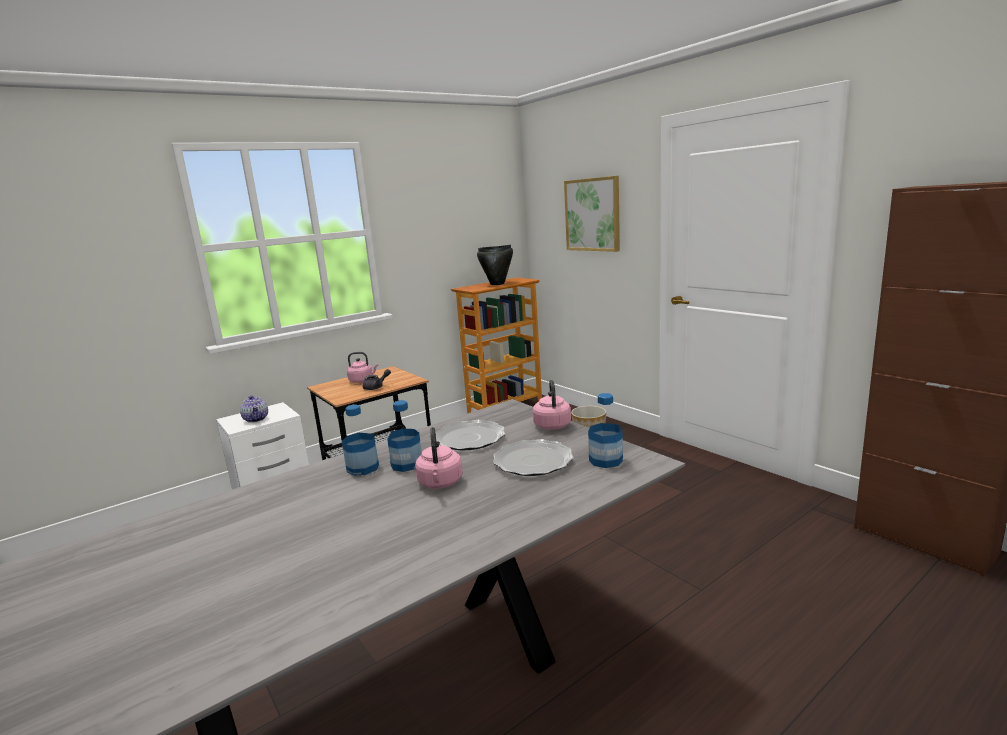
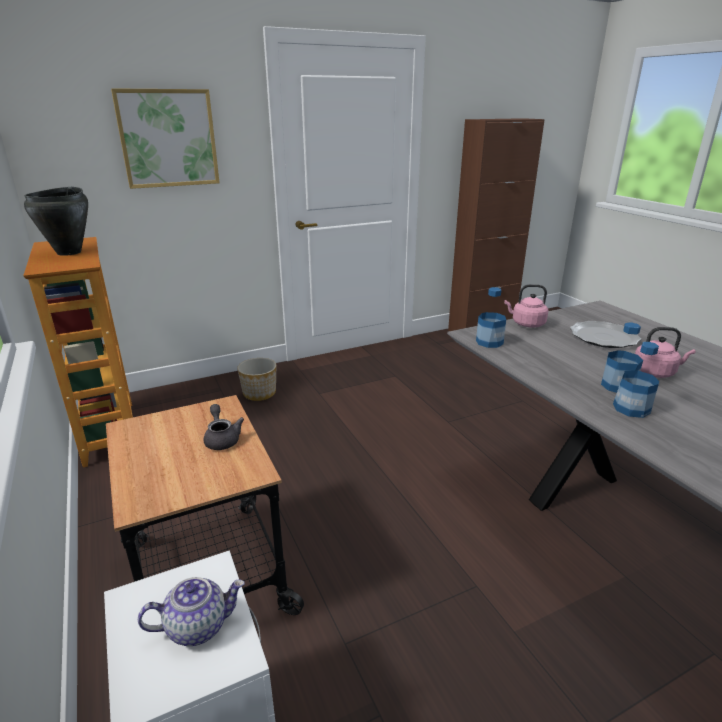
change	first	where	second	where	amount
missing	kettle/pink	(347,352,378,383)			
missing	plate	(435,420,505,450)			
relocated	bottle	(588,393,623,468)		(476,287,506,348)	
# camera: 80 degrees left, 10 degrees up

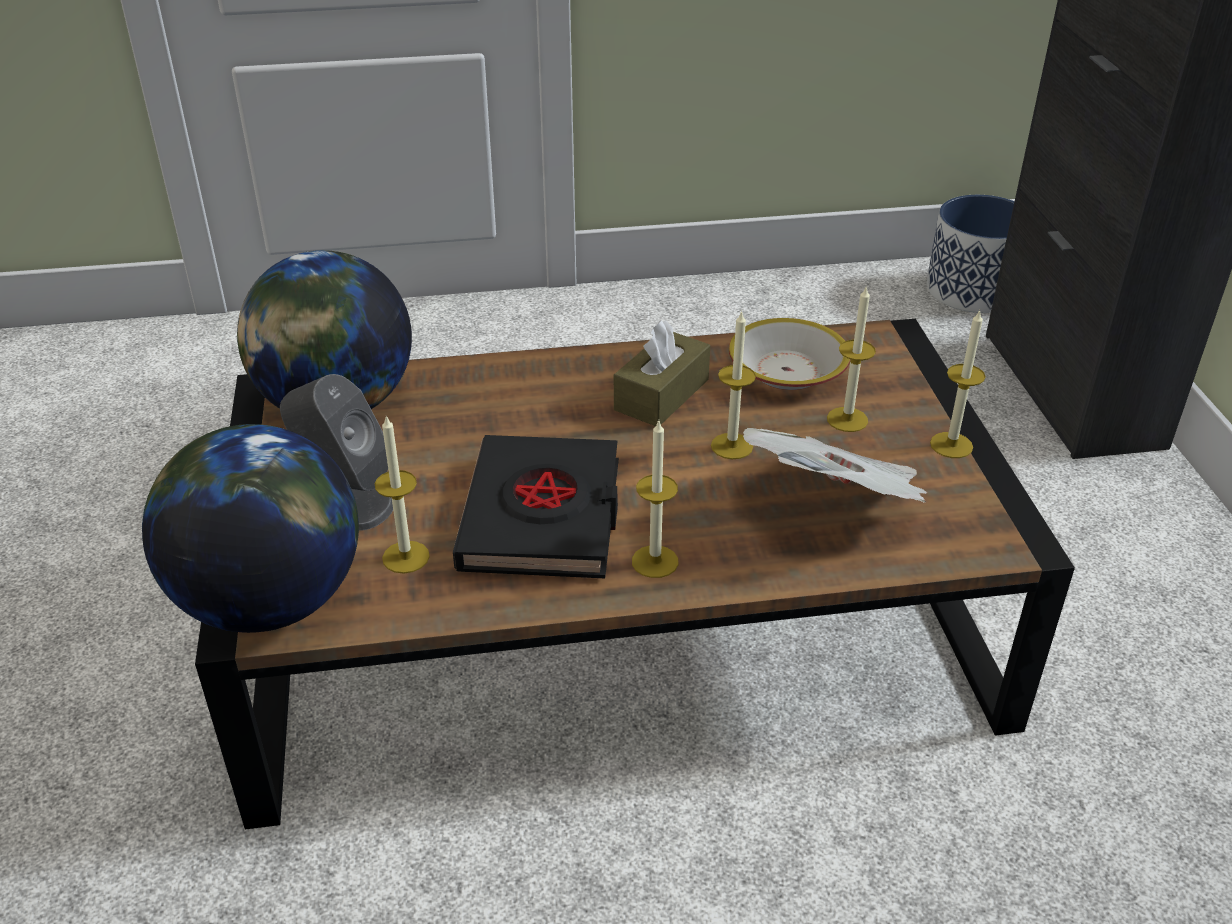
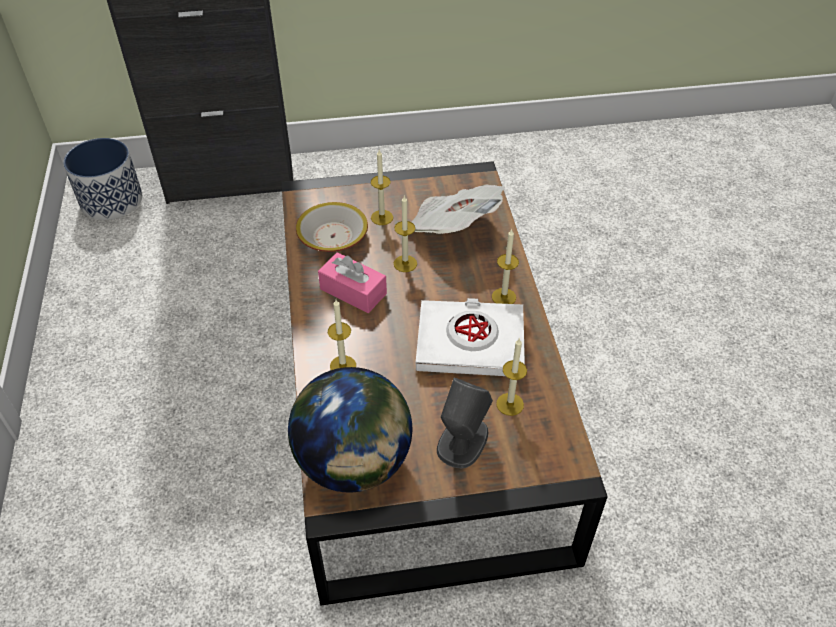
change	first	where	second	where	amount
missing	globe	(142,424,359,633)			
colour	book/black	(453,435,619,578)	book/white	(416,298,525,376)	
colour	tissue box/brown	(614,320,710,426)	tissue box/pink	(318,252,387,313)	
relocated	candle	(930,310,986,458)		(328,300,356,370)	
# camera: 90 degrees left, 10 degrees up

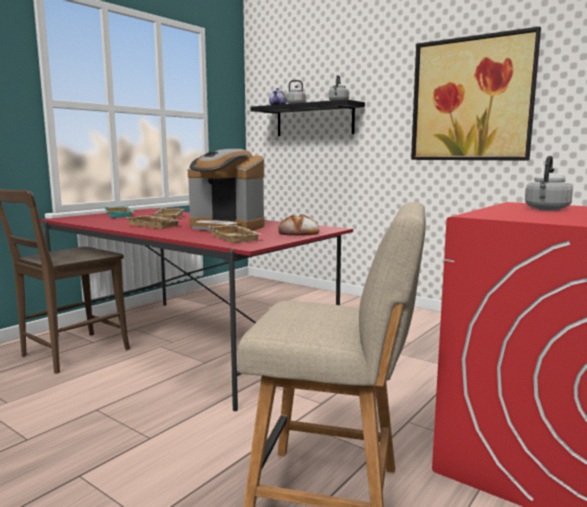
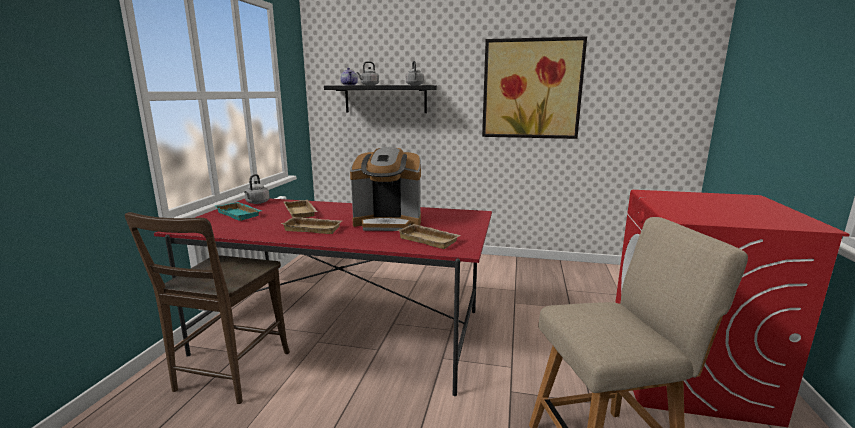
change	first	where	second	where	amount
missing	bread	(278,214,319,236)			
relocated	kettle/grey	(525,156,573,210)		(244,174,270,204)	
# camera: 25 degrees left, 5 degrees up

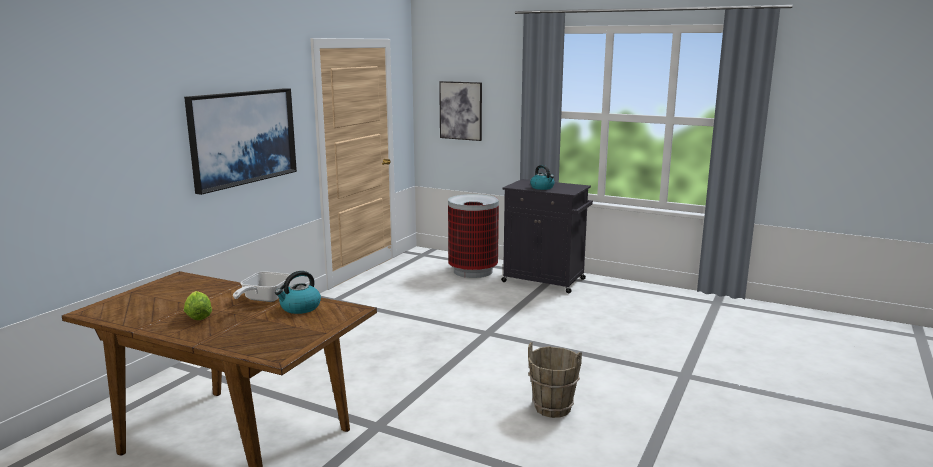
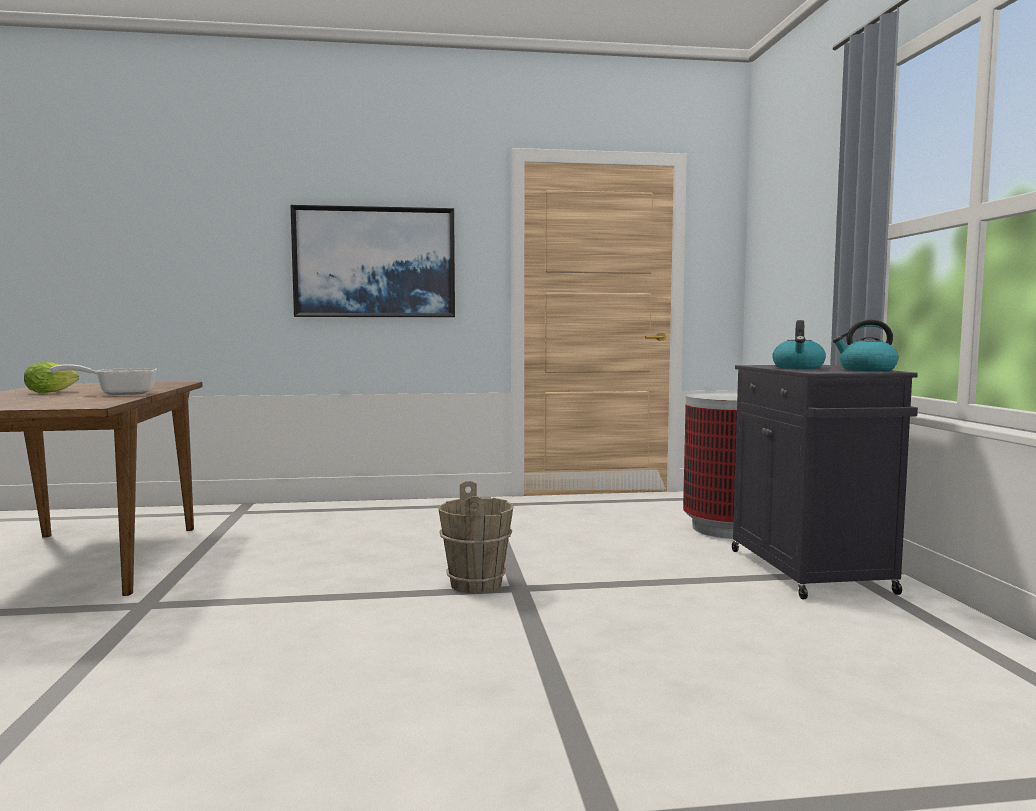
change	first	where	second	where	amount
relocated	kettle	(275,271,321,314)		(833,320,898,371)	
missing	picture	(439,81,482,141)			
relocated	bucket/brown	(528,342,582,418)		(438,481,514,593)	
# camera: 55 degrees right, 10 degrees down

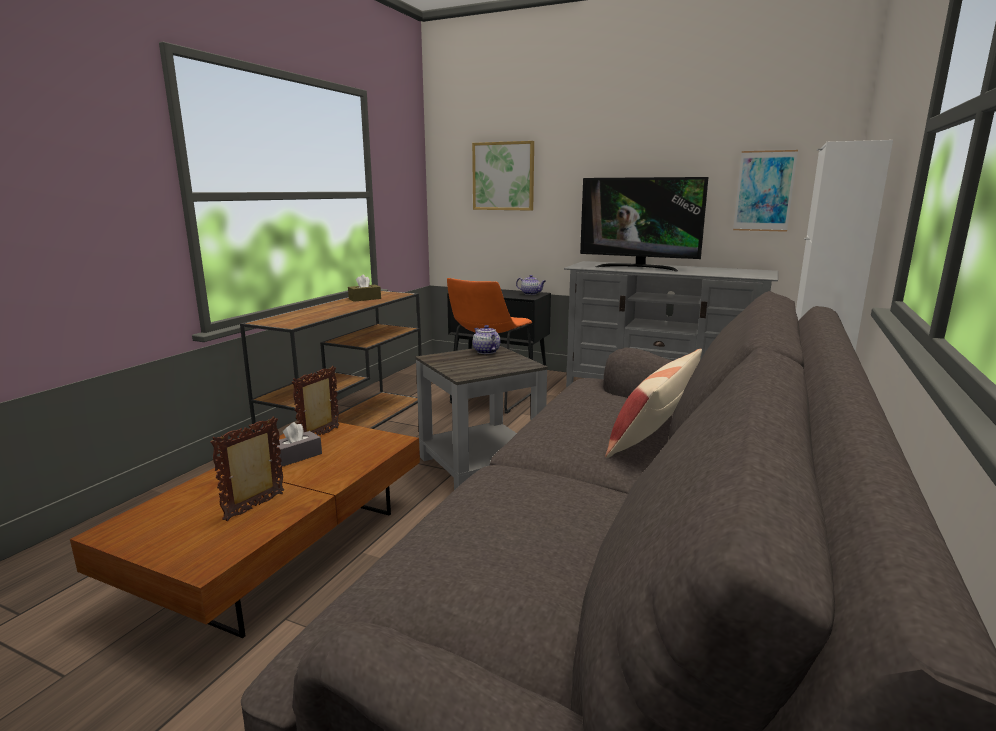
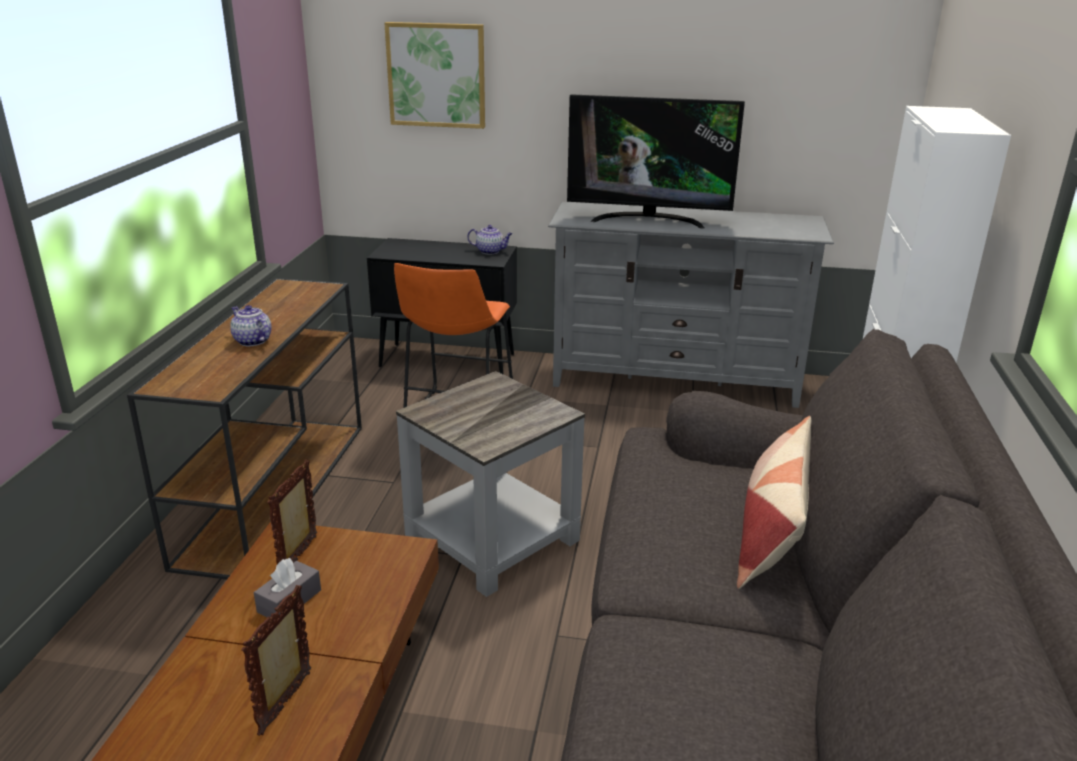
change	first	where	second	where	amount
missing	tissue box/brown	(348,274,381,302)			
relocated	teapot	(473,325,501,354)		(230,305,271,346)	
missing	picture	(733,150,798,232)			
# camera: 15 degrees left, 10 degrees up

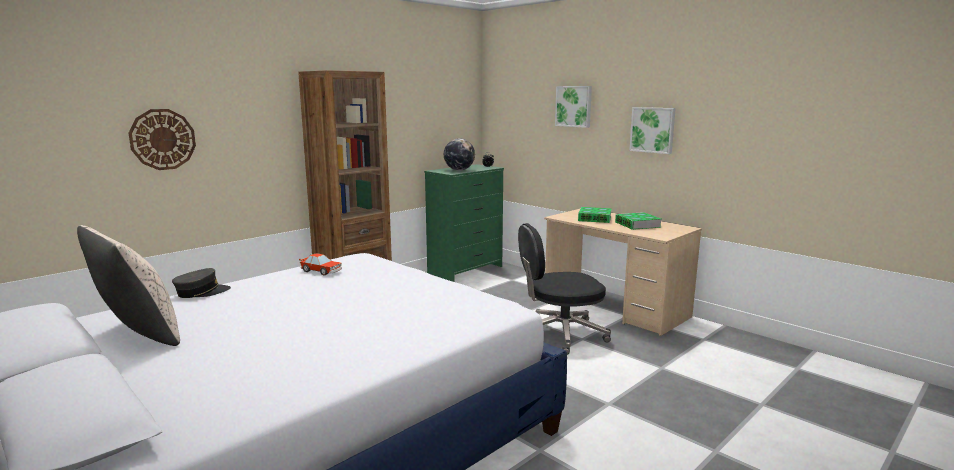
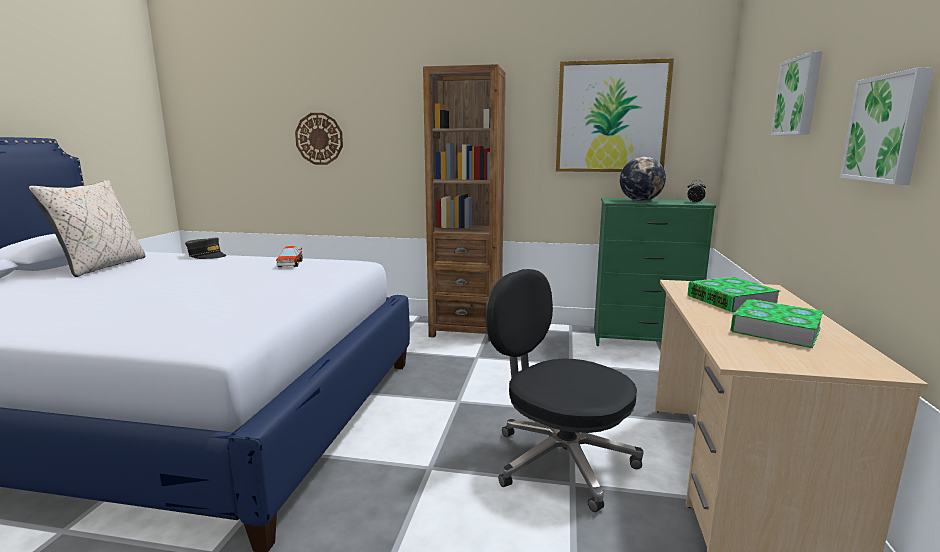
change	first	where	second	where	amount
appeared			picture	(556,58,674,172)	
# camera: 55 degrees right, 0 degrees up

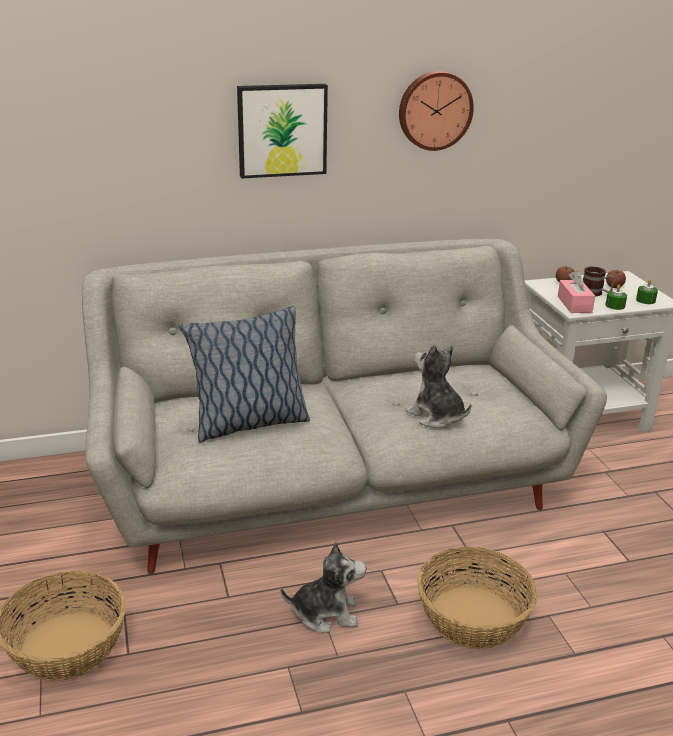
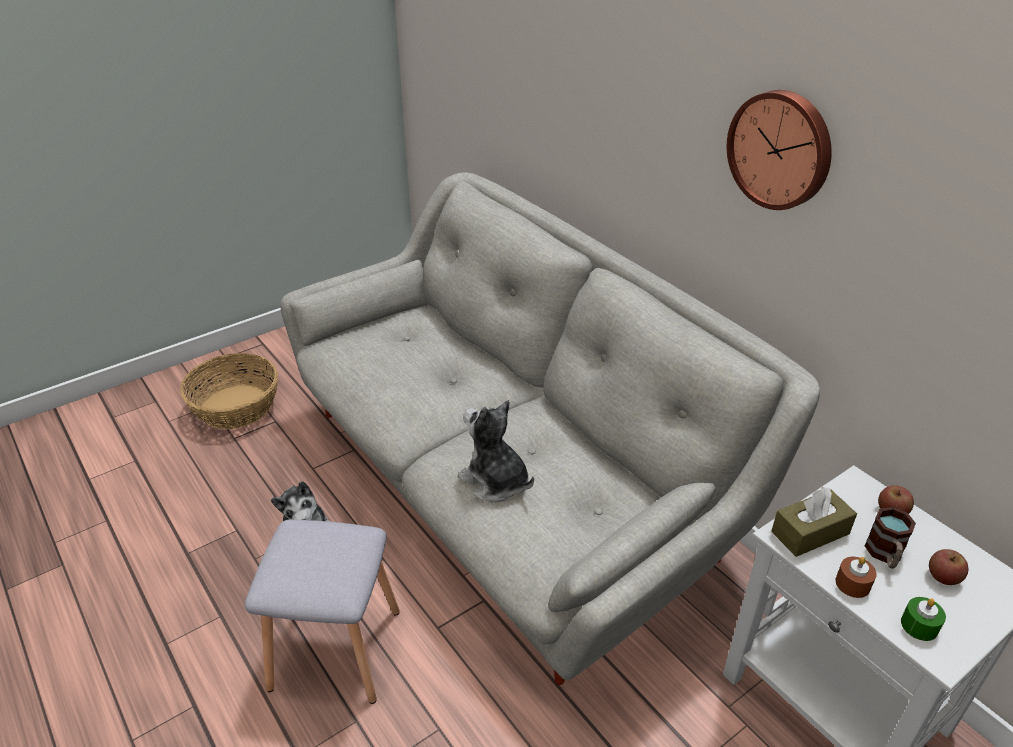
change	first	where	second	where	amount
missing	pillow	(179,306,310,443)			
missing	picture	(237,84,328,178)			
spun	plush toy	(405,344,471,428)		(458,400,534,502)	75 degrees counterclockwise
exchanged	basket	(417,546,538,649)	stool/grey	(244,520,400,704)	
colour	tissue box/pink	(558,271,595,313)	tissue box/brown	(771,487,857,557)	
colour	candle/green	(605,285,627,310)	candle/brown	(835,557,877,598)	
# camera: 70 degrees right, 10 degrees up

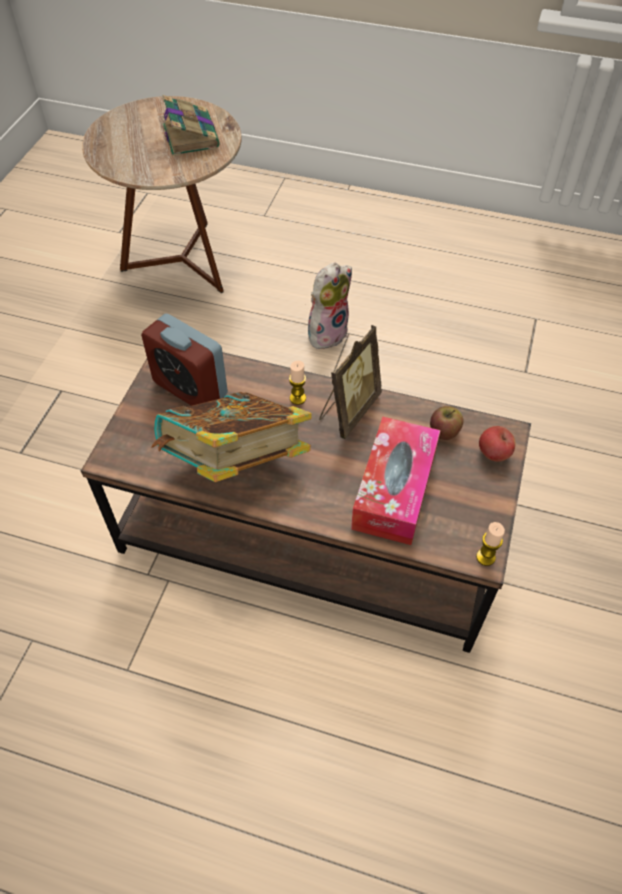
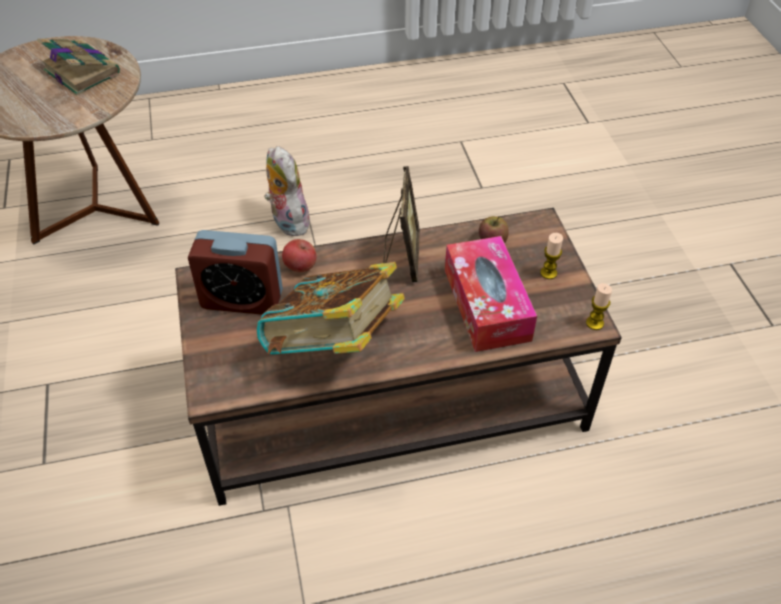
change	first	where	second	where	amount
relocated	candle	(289,361,306,405)		(540,233,563,279)	
spun	plush toy	(308,262,352,349)		(264,146,311,236)	45 degrees counterclockwise
relocated	apple	(479,426,516,462)		(282,239,317,272)	
# camera: 30 degrees left, 5 degrees down

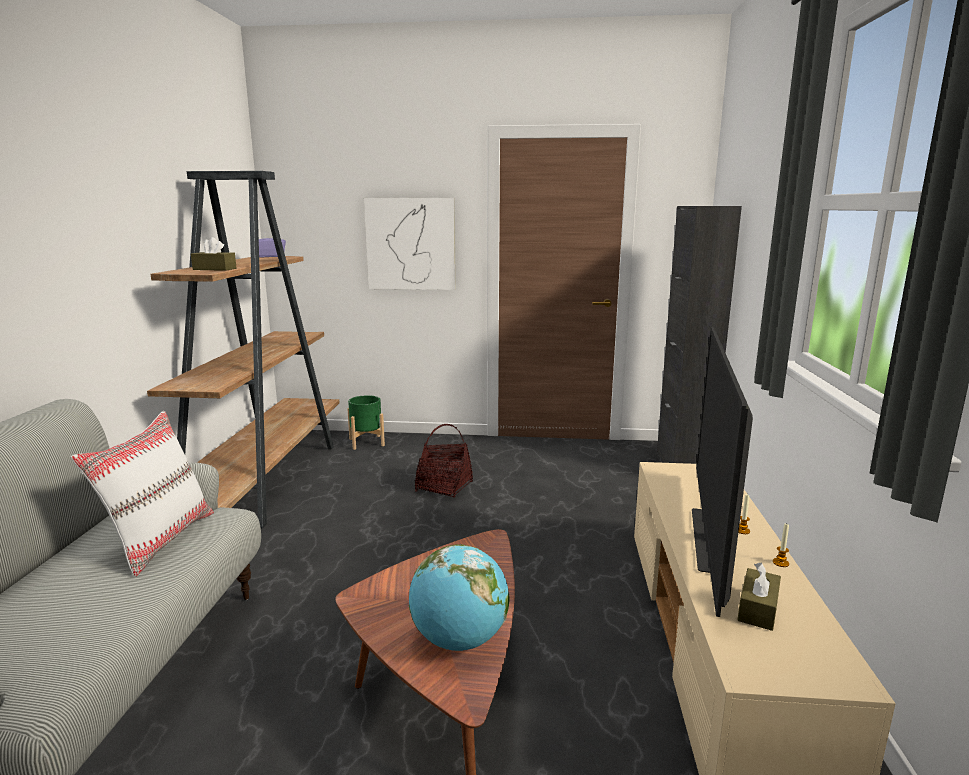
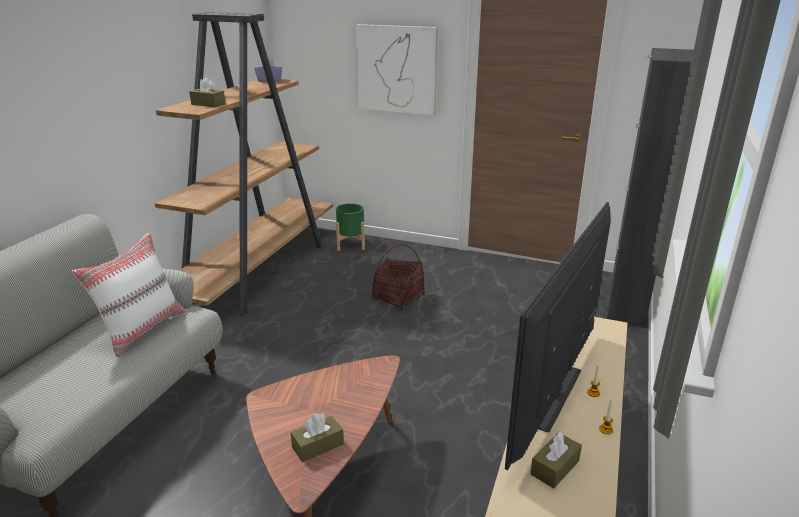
change	first	where	second	where	amount
exchanged	globe	(409,544,510,651)	tissue box/brown	(291,413,344,462)	
# camera: 15 degrees right, 10 degrees up

